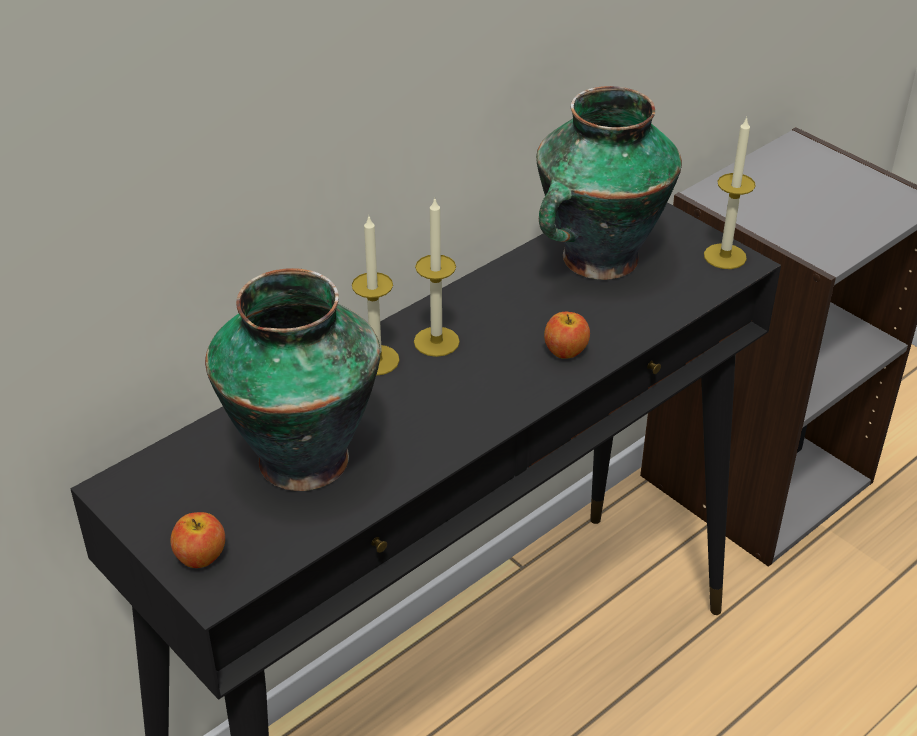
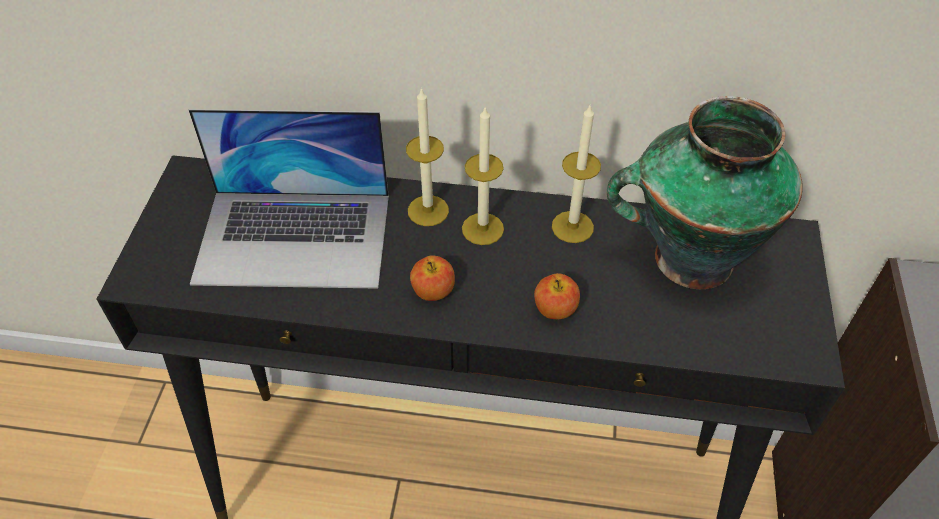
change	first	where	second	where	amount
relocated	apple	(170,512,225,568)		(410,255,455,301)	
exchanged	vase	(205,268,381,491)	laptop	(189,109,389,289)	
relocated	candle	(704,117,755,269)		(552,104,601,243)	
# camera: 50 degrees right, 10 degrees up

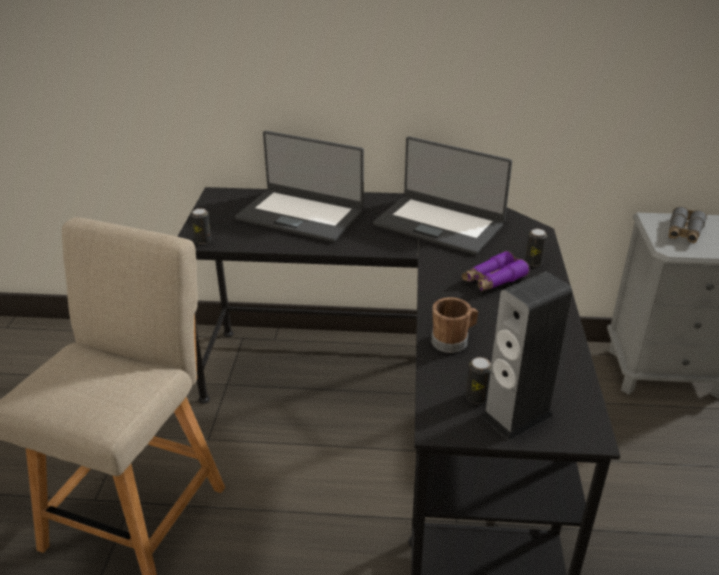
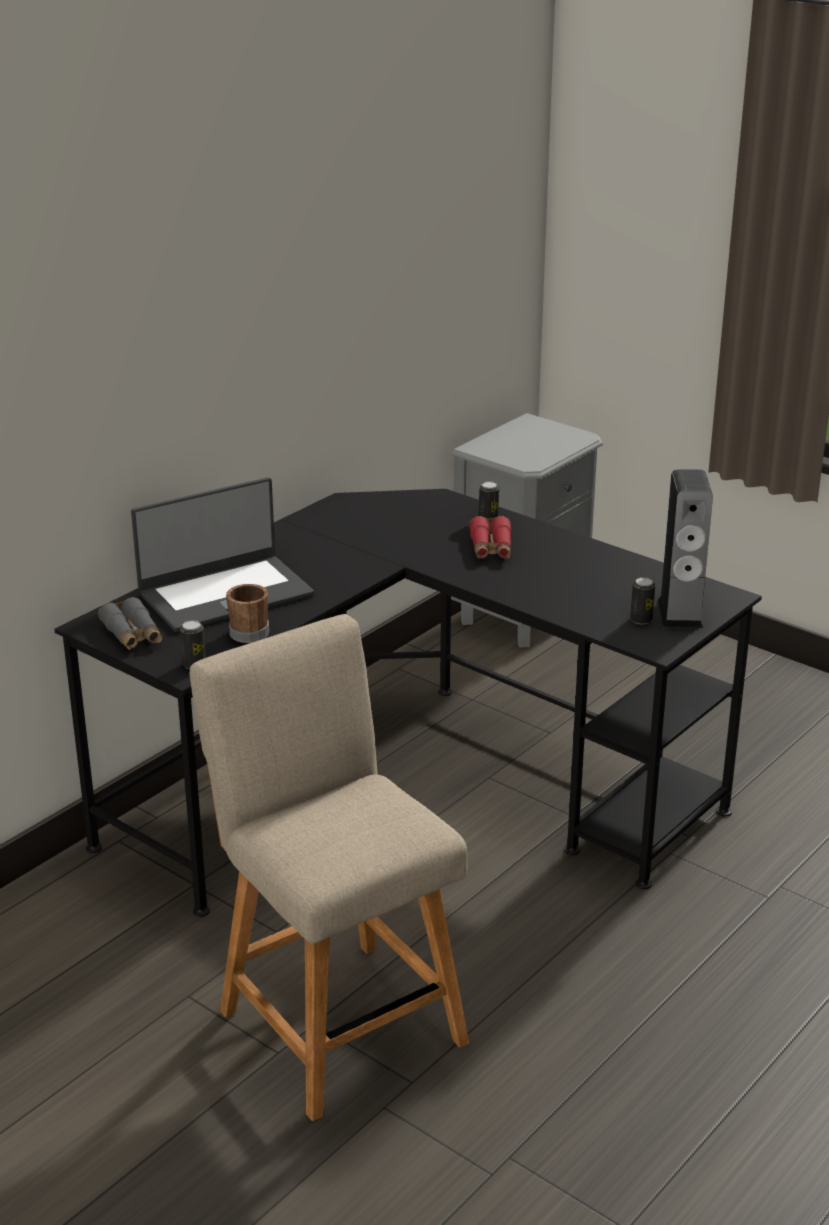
change	first	where	second	where	amount
missing	laptop	(373,136,512,255)			
relocated	mug/brown	(431,297,478,353)		(226,584,269,643)	
colour	binoculars/purple	(462,251,529,292)	binoculars/red	(469,516,512,559)	
relocated	binoculars/grey	(669,207,707,244)		(98,597,162,650)	
# camera: 55 degrees left, 5 degrees down

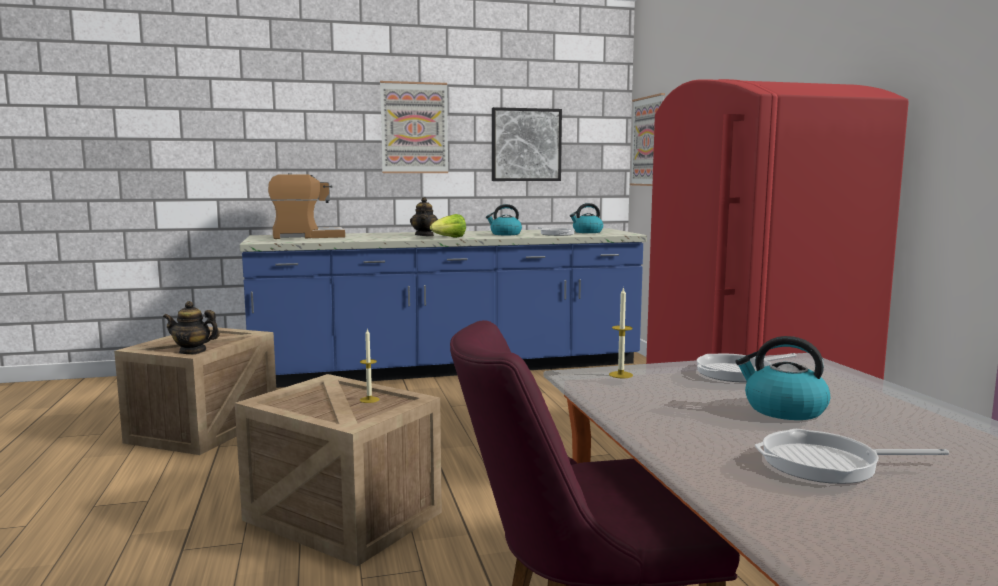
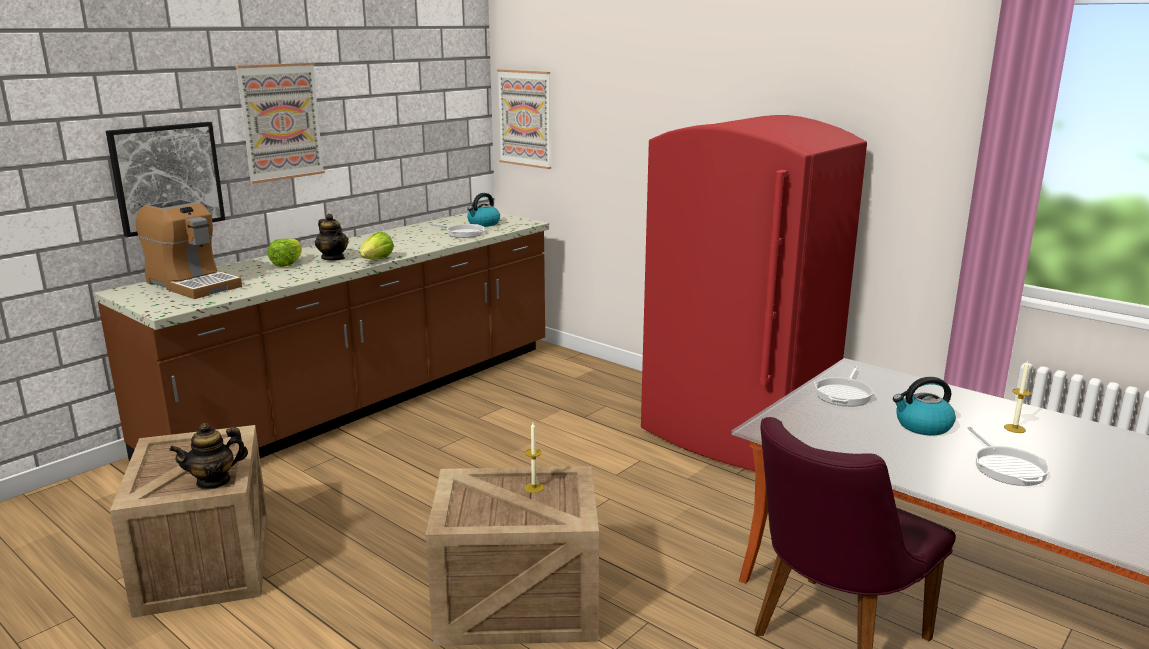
change	first	where	second	where	amount
colour	counter/blue	(240,228,647,388)	counter/brown	(94,213,549,461)	
spun	coffee machine	(268,173,345,239)		(136,199,242,299)	90 degrees clockwise
missing	kettle	(486,204,522,235)			
relocated	picture	(492,107,562,181)		(106,122,225,237)	
relocated	candle	(609,287,633,378)		(1004,360,1031,433)	
spun	frying pan	(755,429,949,484)		(967,426,1050,486)	60 degrees counterclockwise
appeared			lettuce	(267,238,302,267)	
# camera: 35 degrees left, 10 degrees up

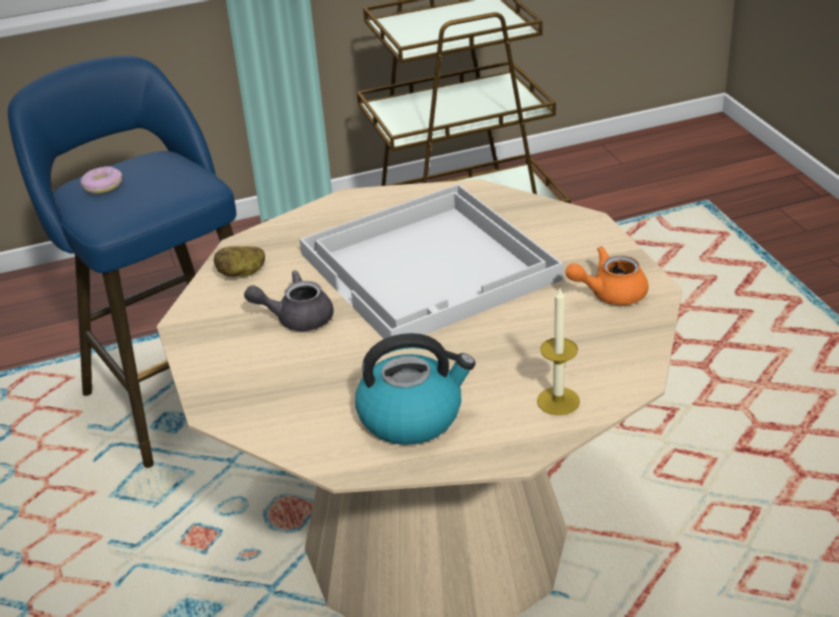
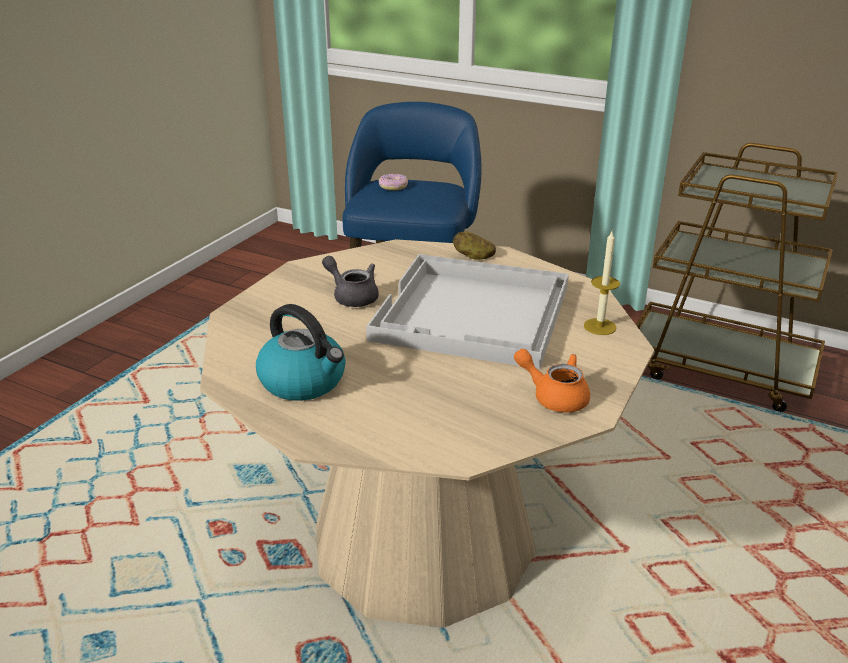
change	first	where	second	where	amount
relocated	potato	(214,246,265,277)		(453,231,496,260)	
relocated	candle	(537,288,580,415)		(584,231,620,335)	
# camera: 45 degrees right, 5 degrees down

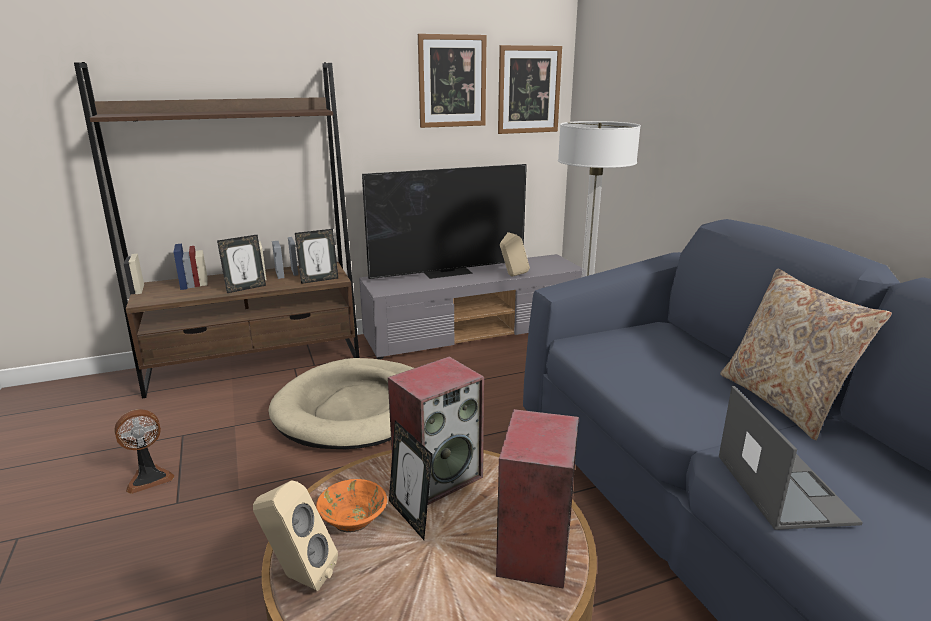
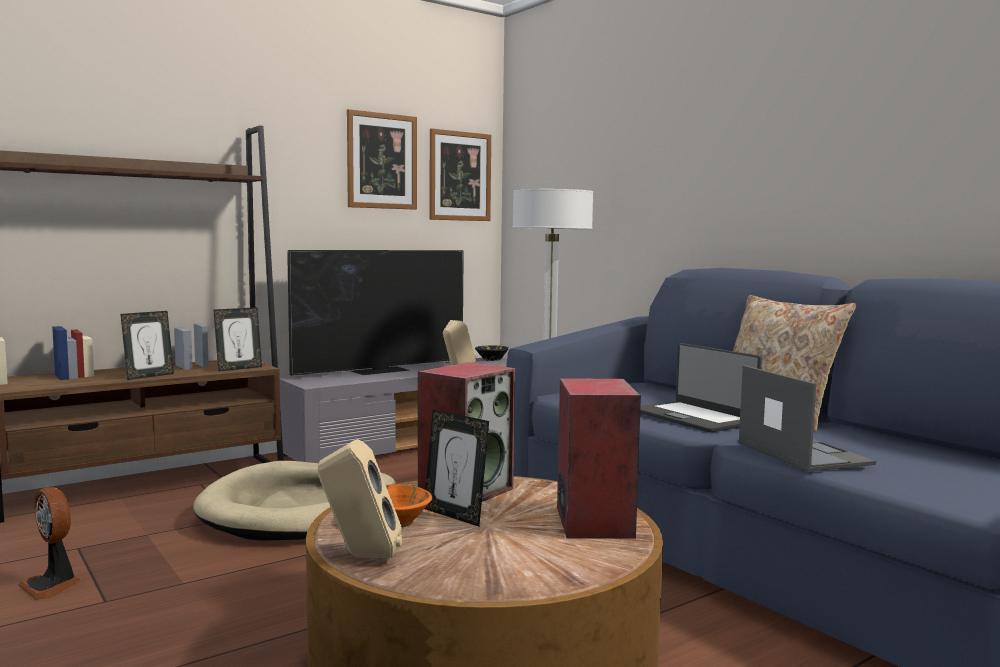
change	first	where	second	where	amount
spun	fan	(115,409,174,494)		(18,487,81,600)	90 degrees clockwise
appeared			bowl/black	(475,345,509,361)	
appeared			laptop	(640,343,762,433)	
# camera: 15 degrees left, 15 degrees down

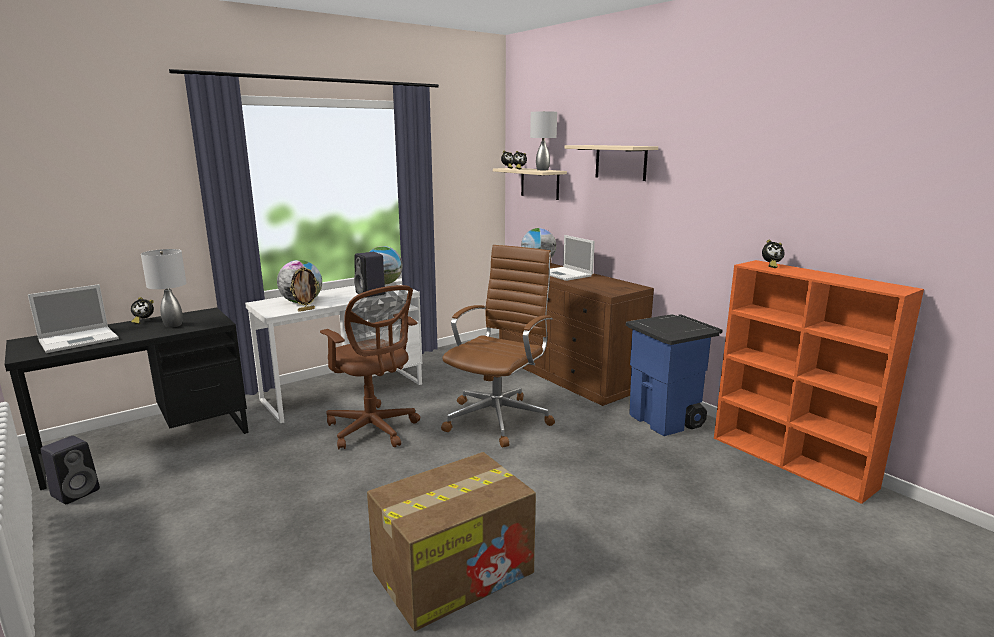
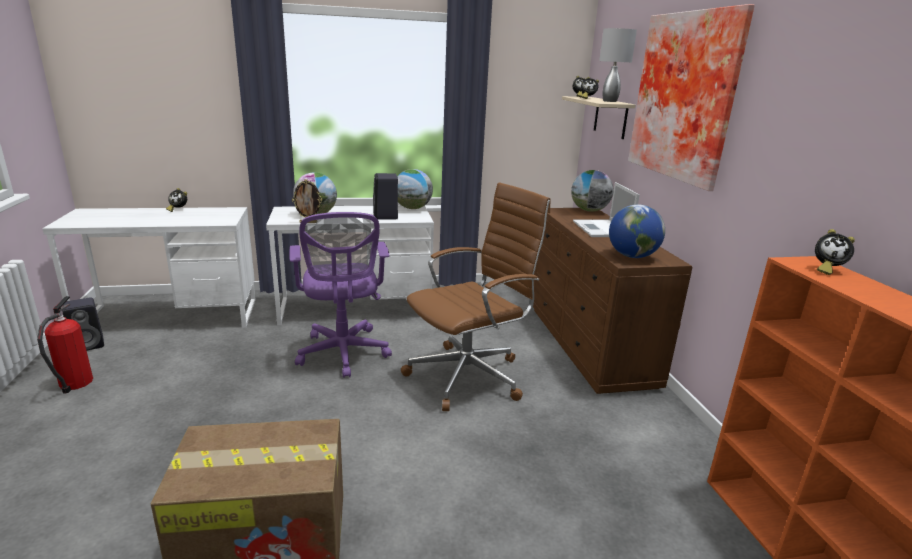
change	first	where	second	where	amount
colour	desk/black	(5,308,249,490)	desk/white	(42,207,256,327)	
missing	laptop	(28,284,119,353)			
missing	table lamp/grey	(141,249,186,328)			
colour	office chair/brown	(320,285,420,450)	office chair/purple	(289,212,392,378)	
exchanged	shelf/beige	(564,145,658,181)	picture	(628,4,755,191)	
missing	trash can/blue	(626,314,723,436)			
appeared			fire extinguisher	(37,296,93,394)	
appeared			globe	(609,204,665,258)	
# camera: 25 degrees right, 5 degrees up

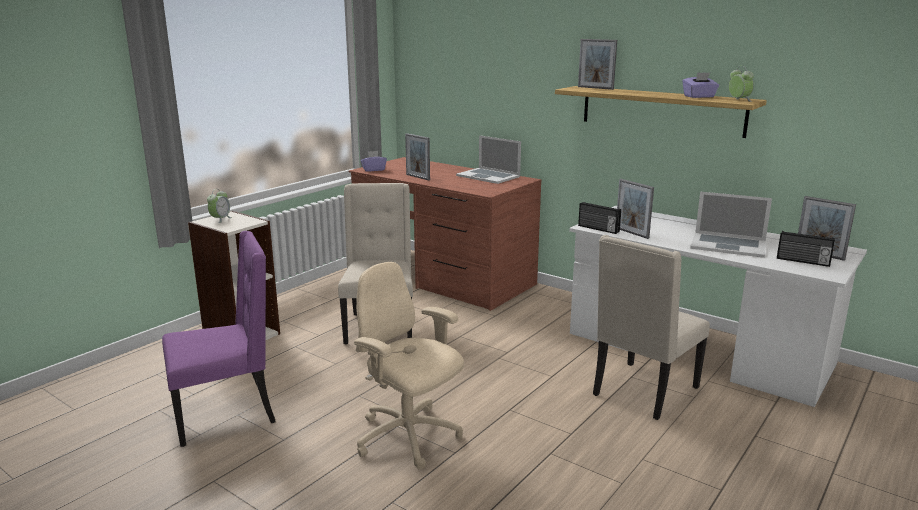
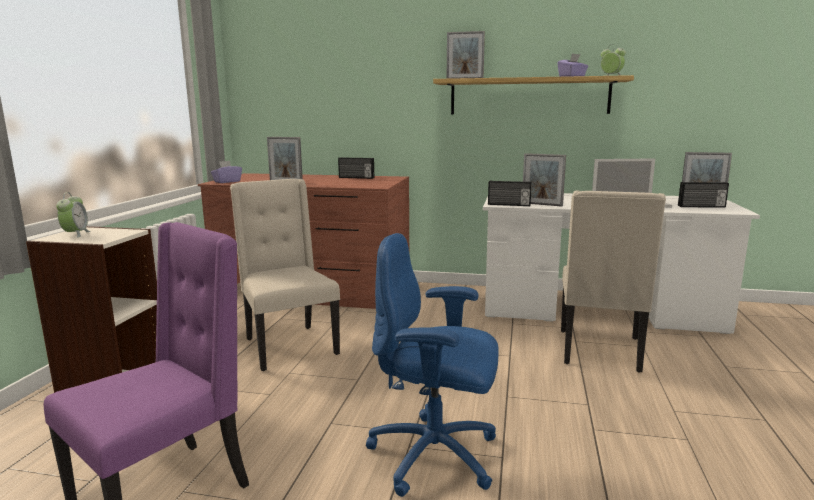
change	first	where	second	where	amount
colour	office chair/beige	(354,262,464,470)	office chair/blue	(366,233,499,497)	
exchanged	laptop	(456,135,521,184)	radio	(338,157,374,179)	
# camera: 25 degrees left, 5 degrees down

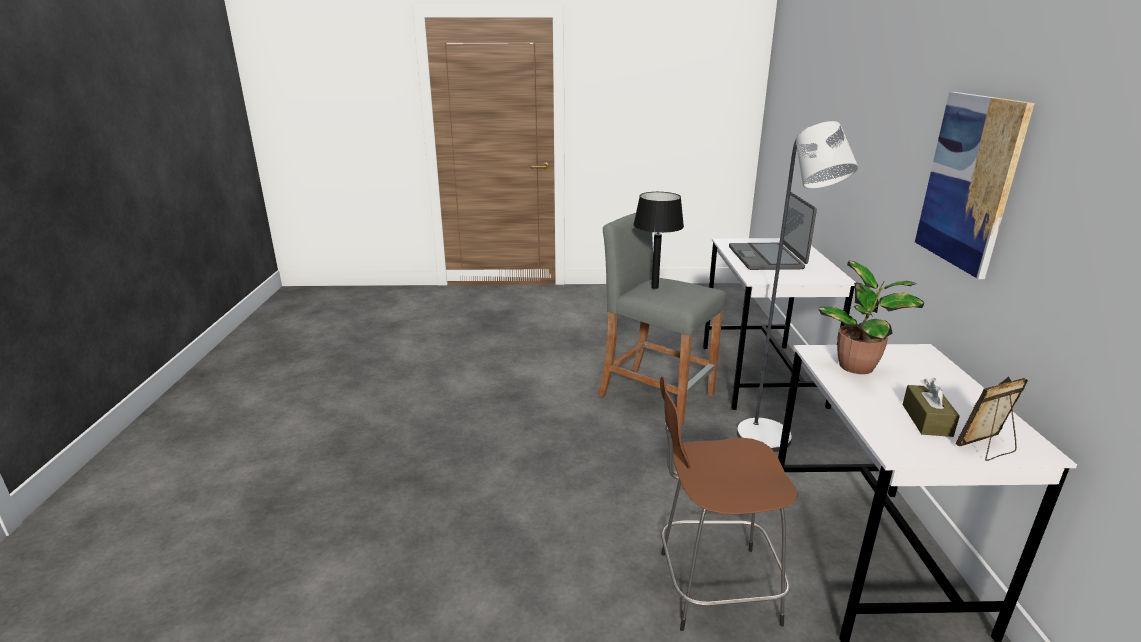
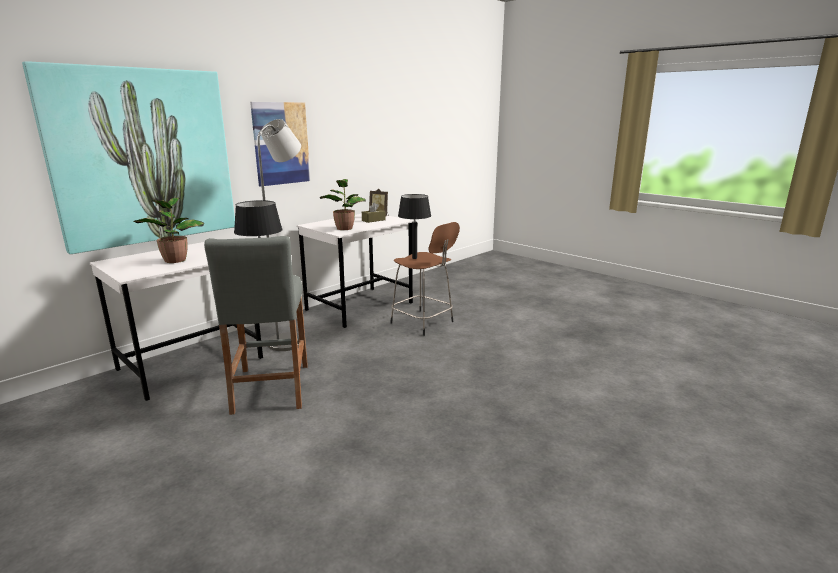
change	first	where	second	where	amount
exchanged	laptop	(729,192,817,270)	potted plant	(133,197,204,263)	
appeared			picture	(22,61,235,254)	
appeared			table lamp/black	(398,194,431,259)	
# camera: 135 degrees left, 5 degrees down

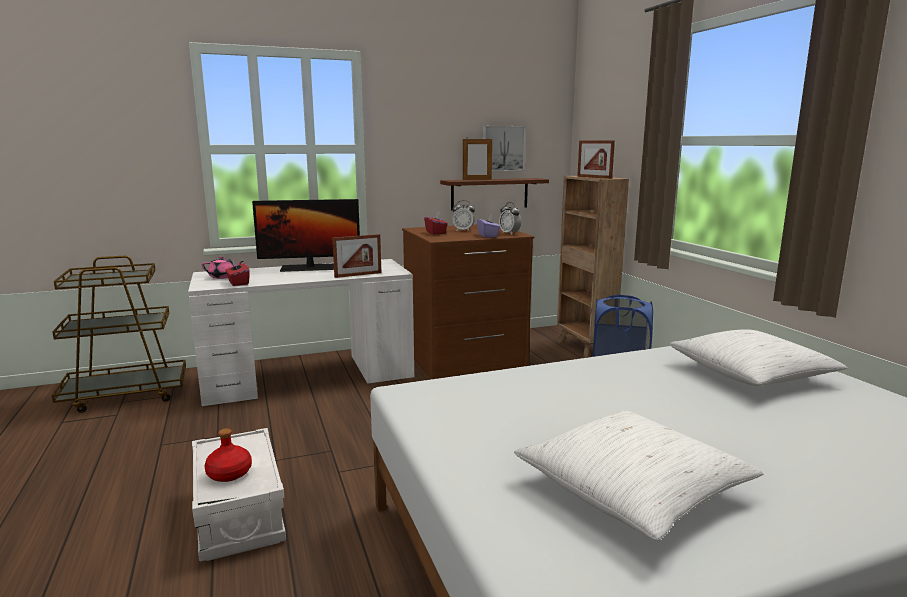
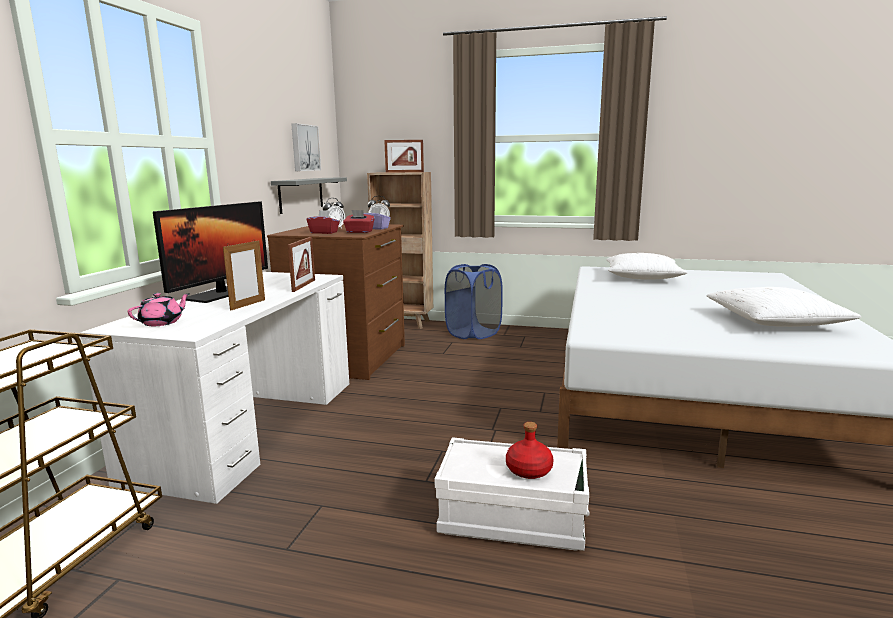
change	first	where	second	where	amount
relocated	tissue box/red	(225,259,250,286)		(343,210,375,233)	
colour	shelf/brown	(440,178,549,211)	shelf/grey	(271,178,347,214)	
relocated	picture frame	(463,139,492,180)		(223,240,265,311)	
# camera: 55 degrees left, 0 degrees up

